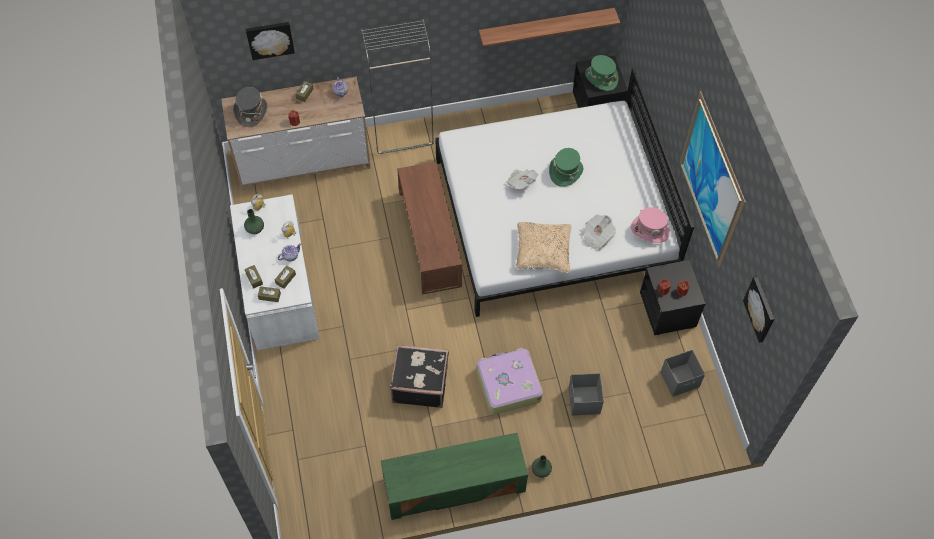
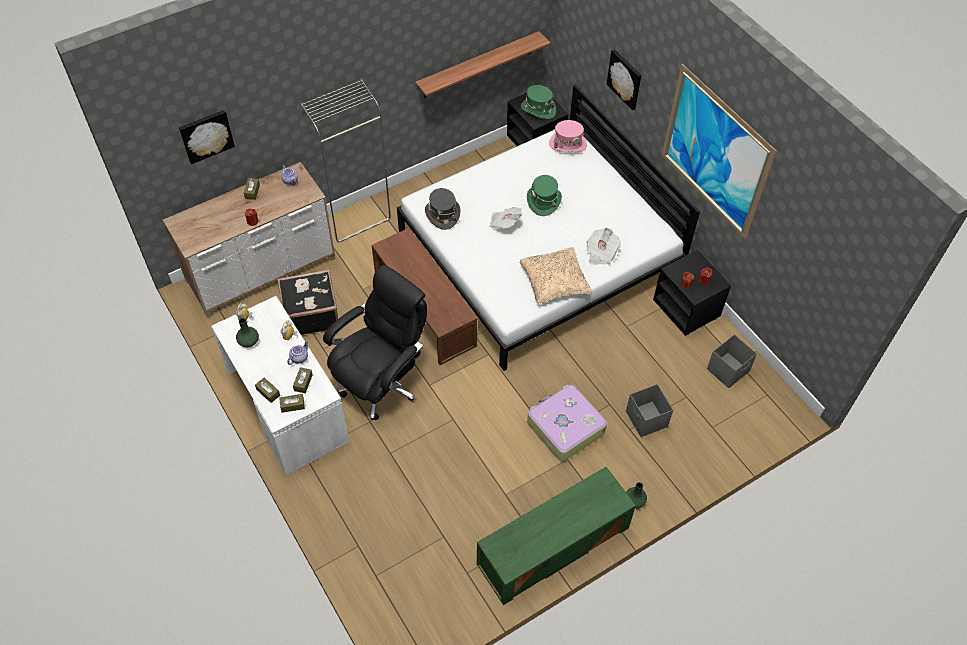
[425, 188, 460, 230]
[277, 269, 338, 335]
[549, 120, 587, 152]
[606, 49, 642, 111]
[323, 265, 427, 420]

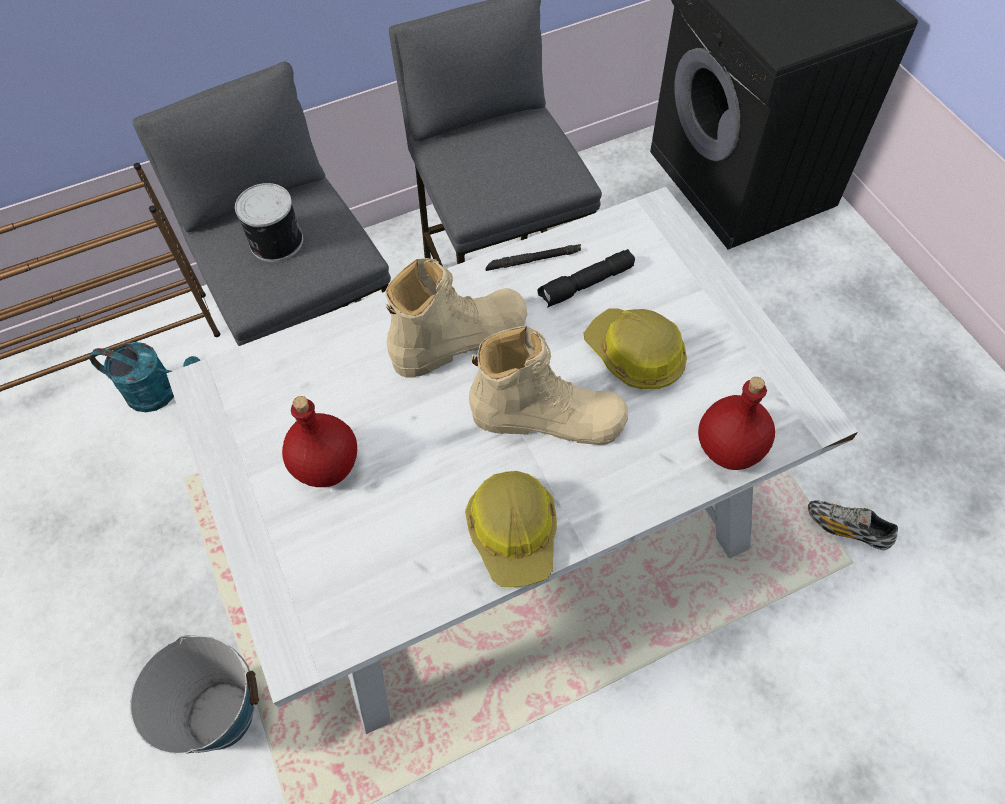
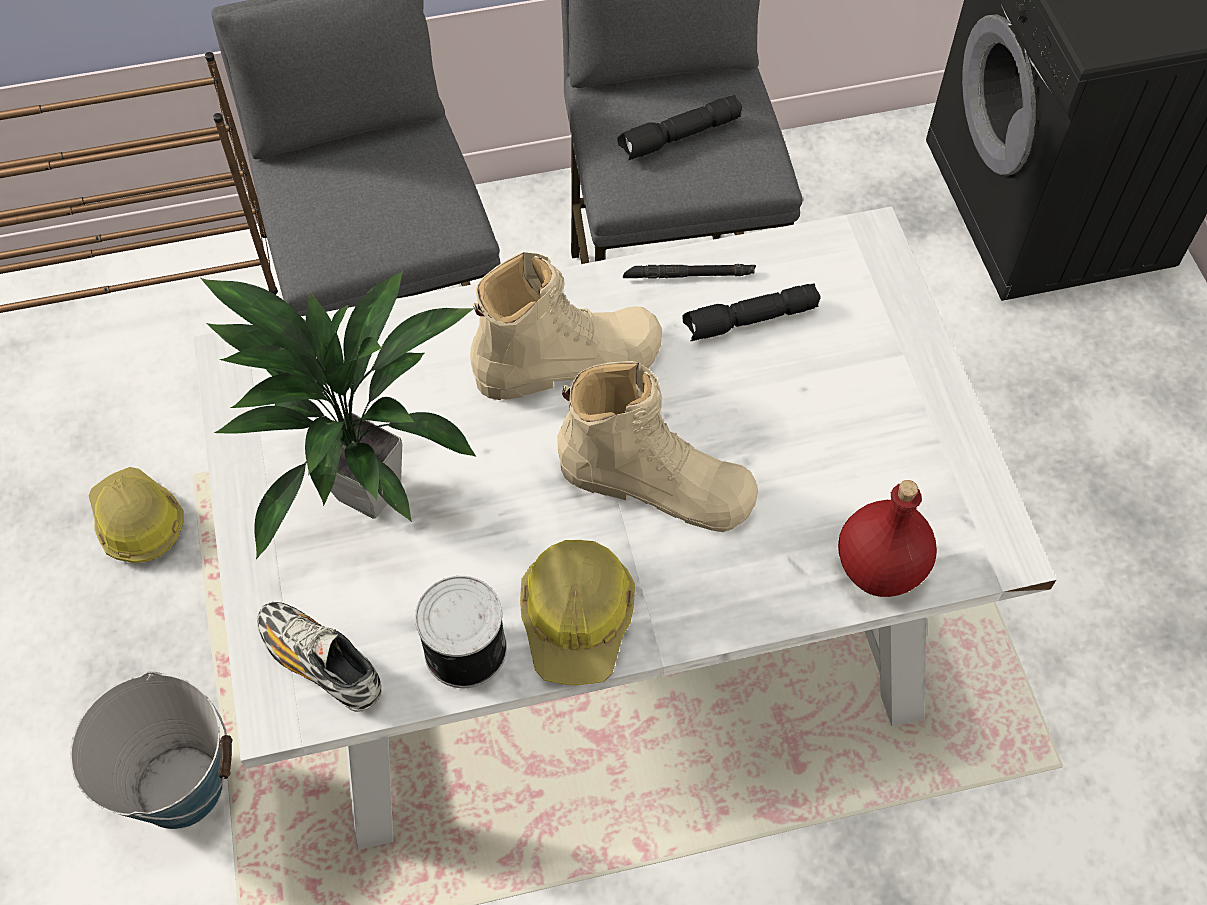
[90, 342, 201, 412] (first image)
[415, 576, 507, 688]
[201, 270, 476, 559]
[89, 467, 184, 563]
[257, 602, 382, 712]
[617, 95, 742, 160]

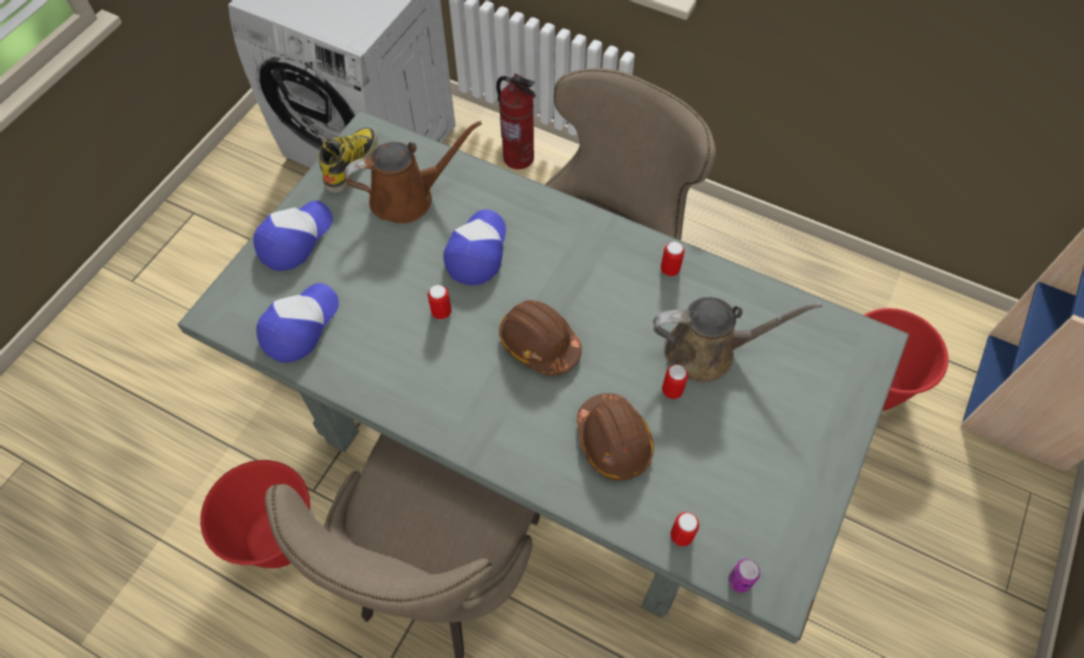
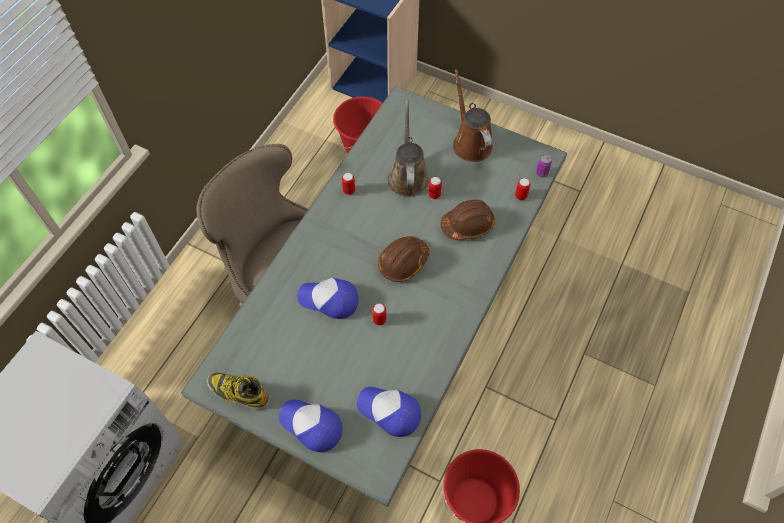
[265, 434, 540, 658] (first image)
[453, 69, 493, 162]
[496, 74, 536, 169] (first image)

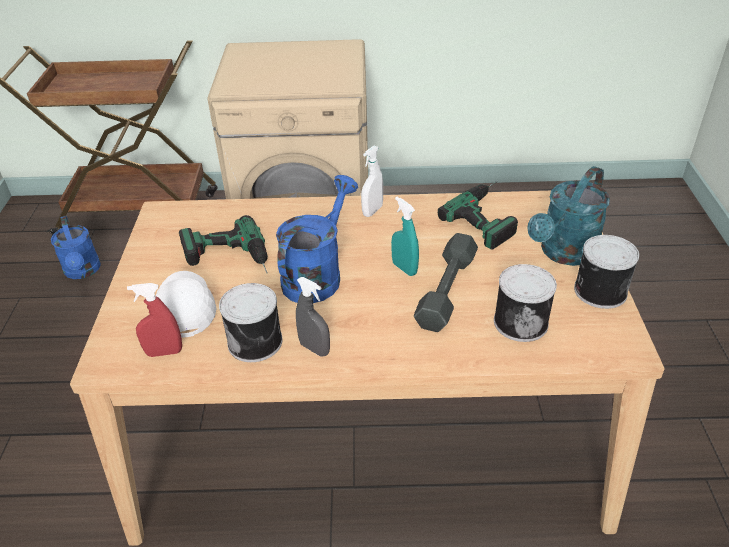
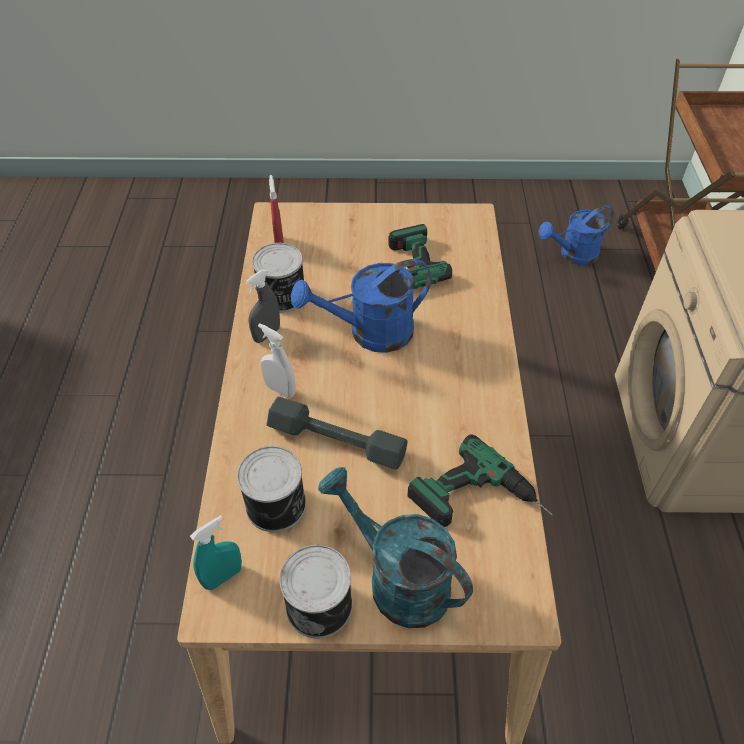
[155, 271, 217, 338] (first image)
[291, 259, 431, 353]
[258, 323, 296, 398]
[190, 515, 242, 590]

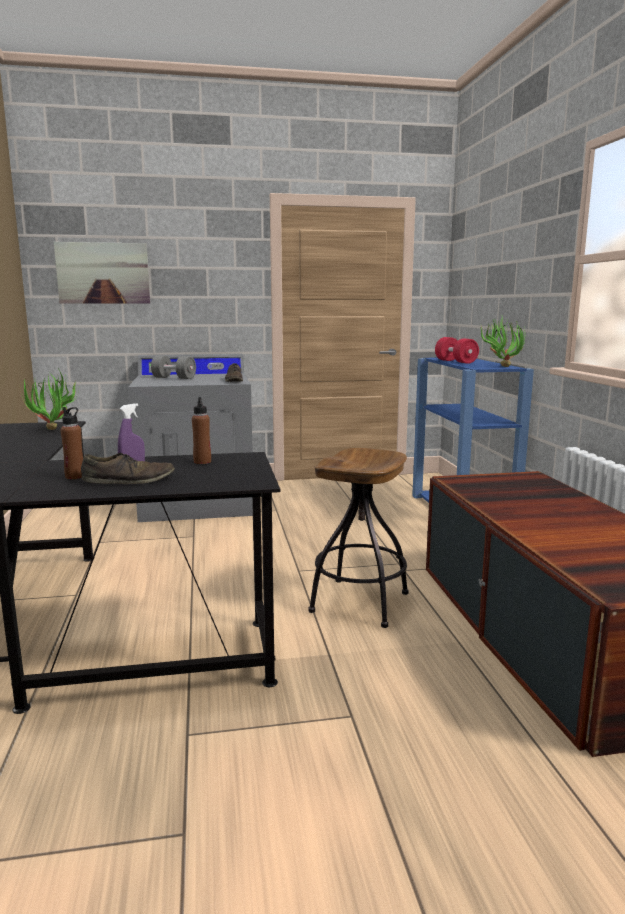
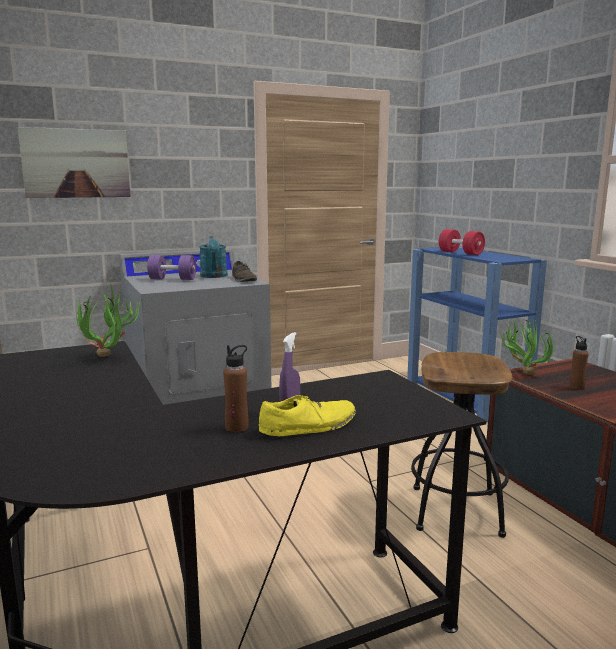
[259, 395, 356, 436]
[147, 255, 196, 280]
[569, 336, 588, 390]
[501, 320, 554, 375]
[199, 236, 228, 278]

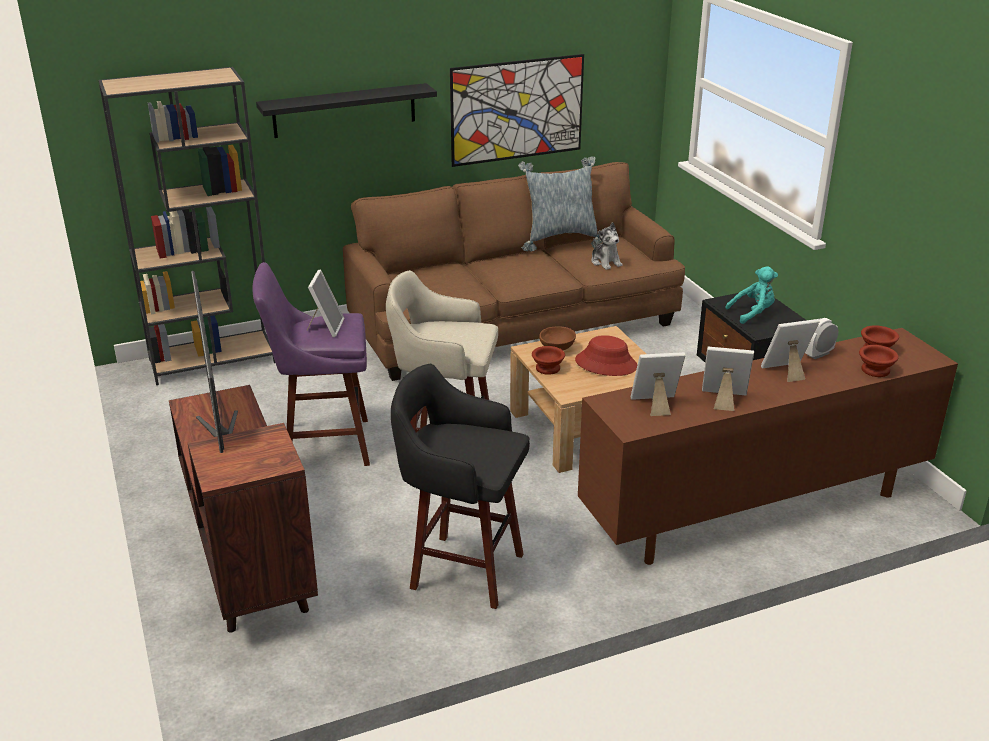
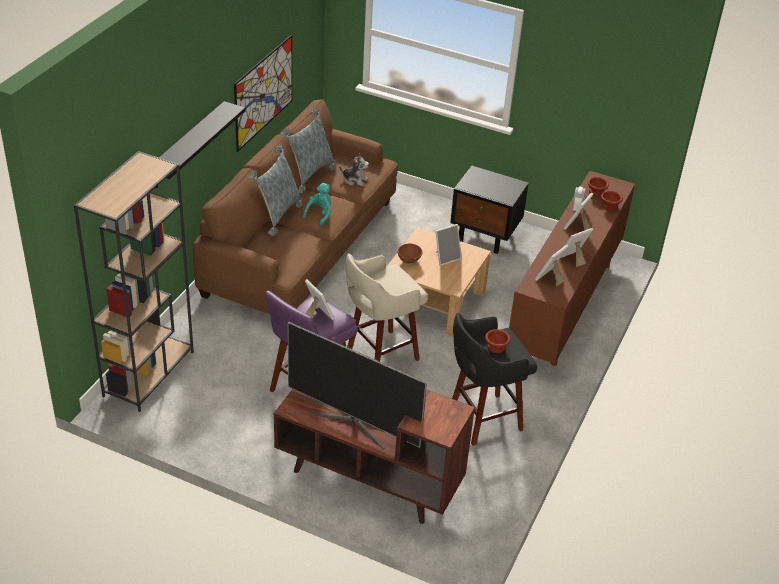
[485, 329, 511, 353]
[435, 224, 462, 266]
[303, 183, 331, 225]
[248, 144, 303, 236]

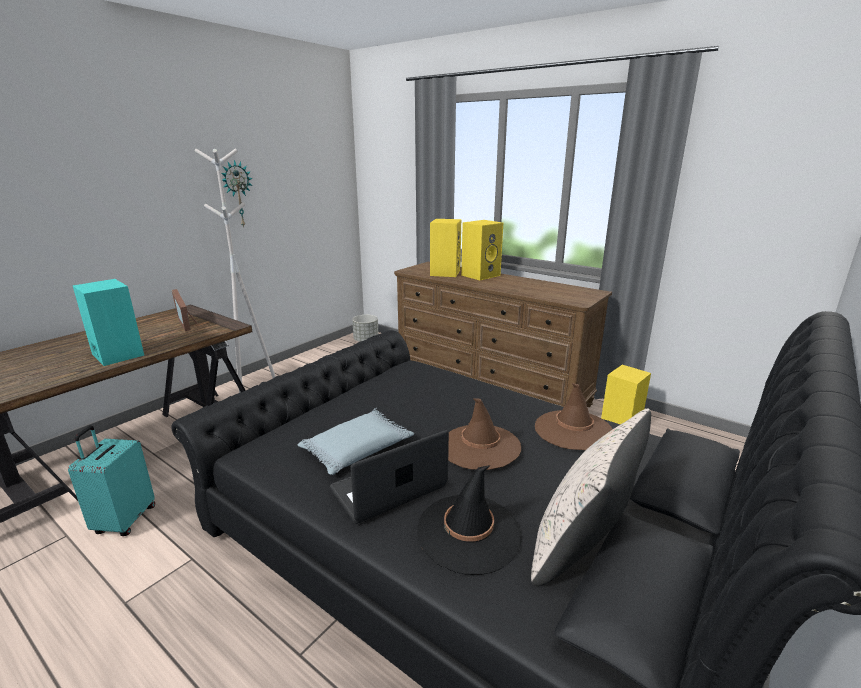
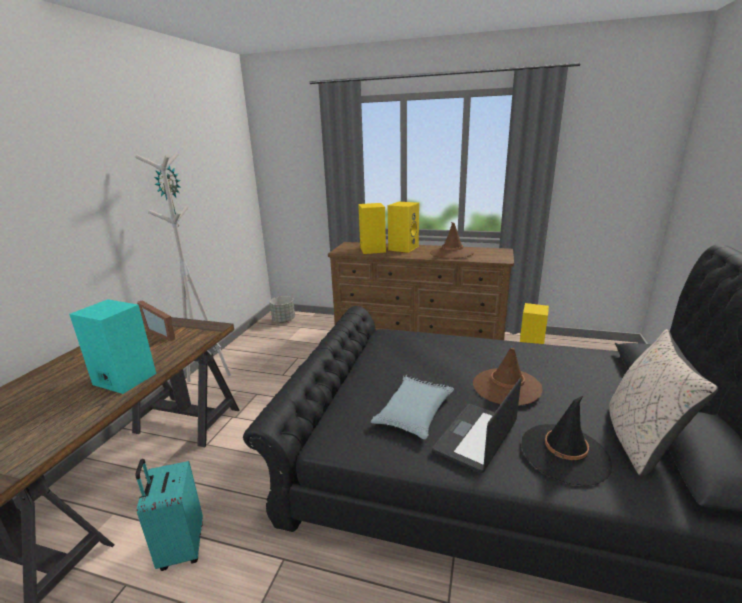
[430, 222, 475, 259]

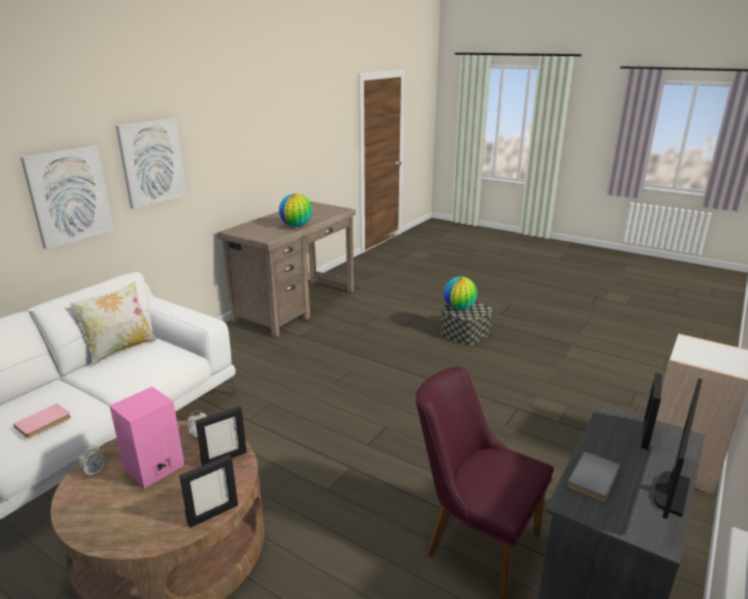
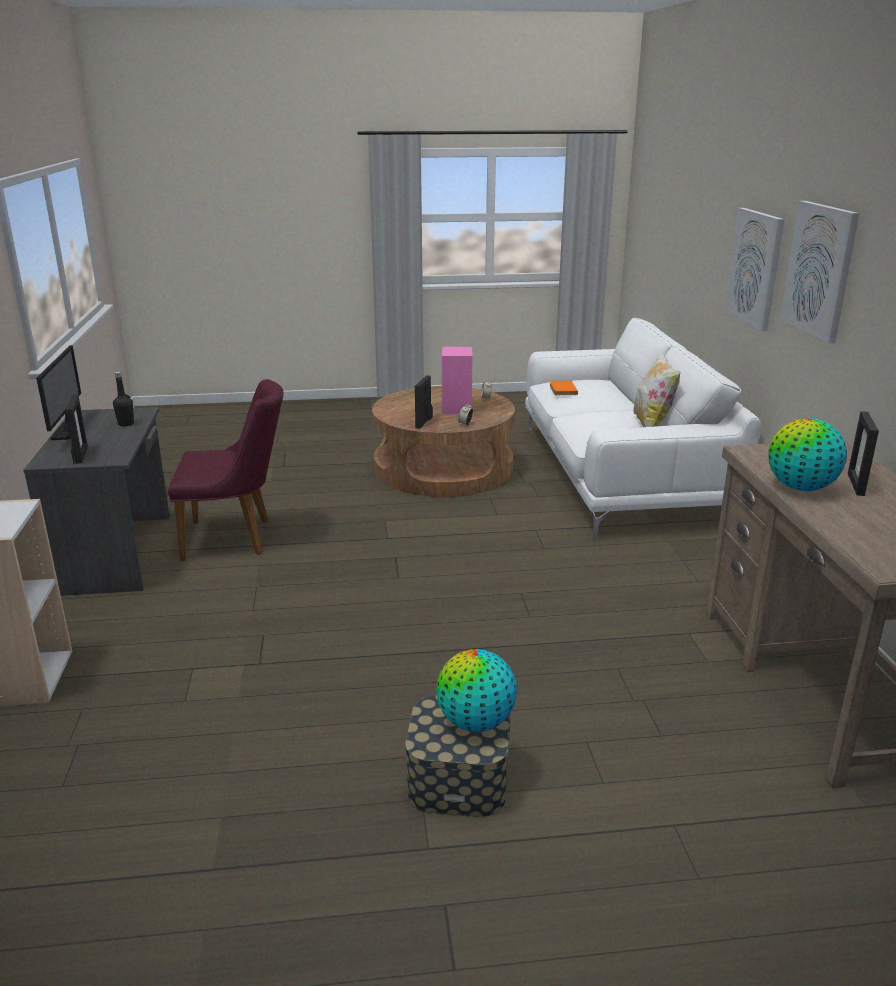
[550, 381, 578, 395]
[848, 411, 879, 496]
[113, 371, 134, 426]

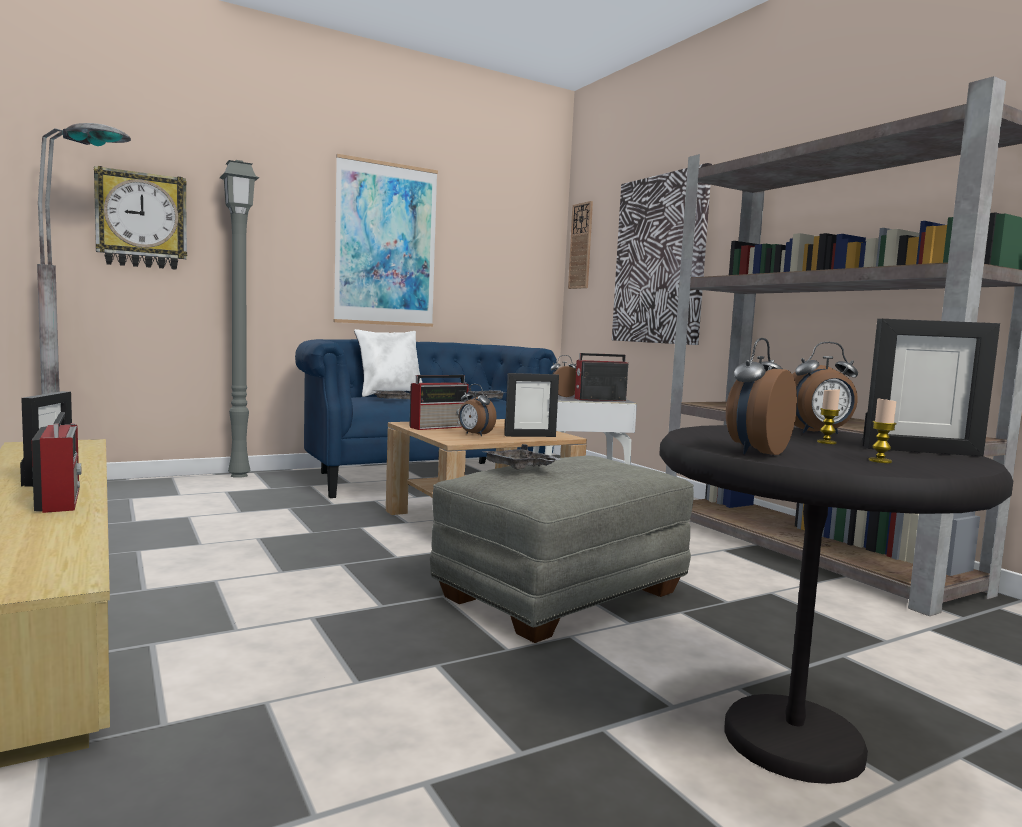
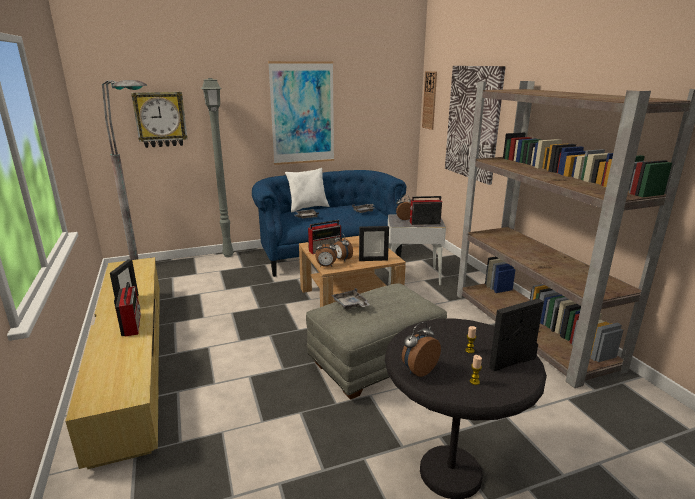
[315, 239, 337, 267]
[489, 298, 544, 371]

